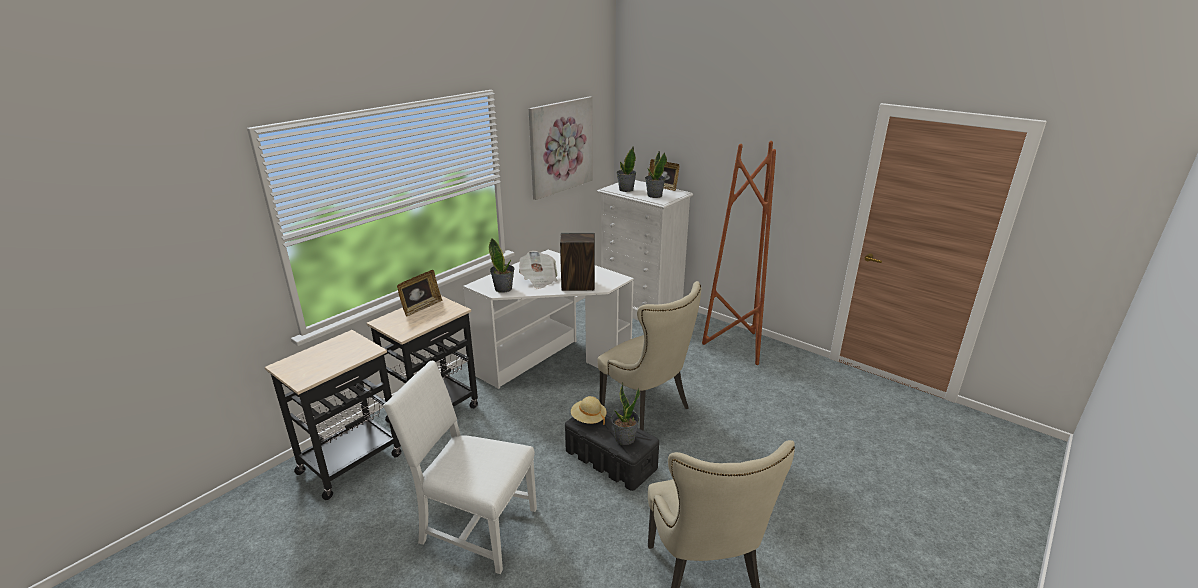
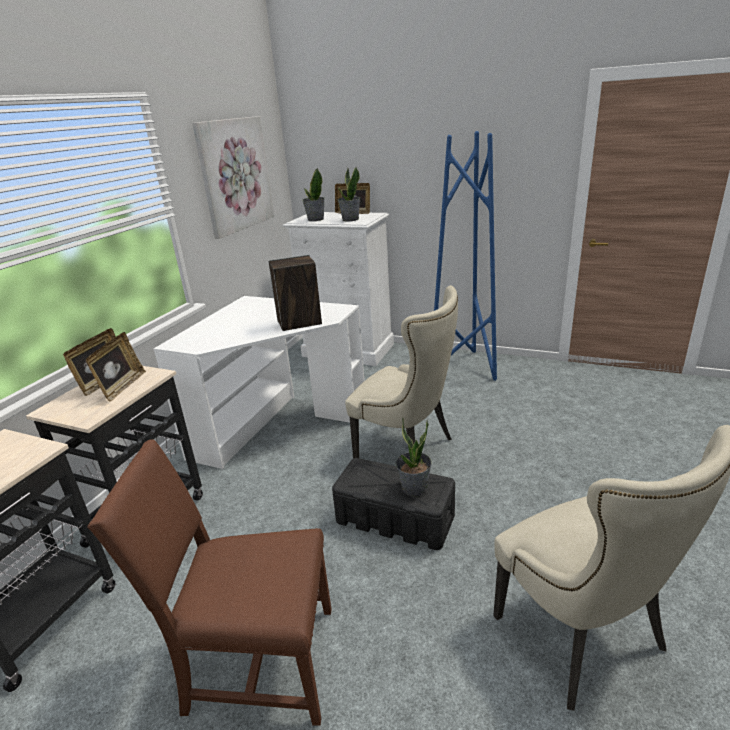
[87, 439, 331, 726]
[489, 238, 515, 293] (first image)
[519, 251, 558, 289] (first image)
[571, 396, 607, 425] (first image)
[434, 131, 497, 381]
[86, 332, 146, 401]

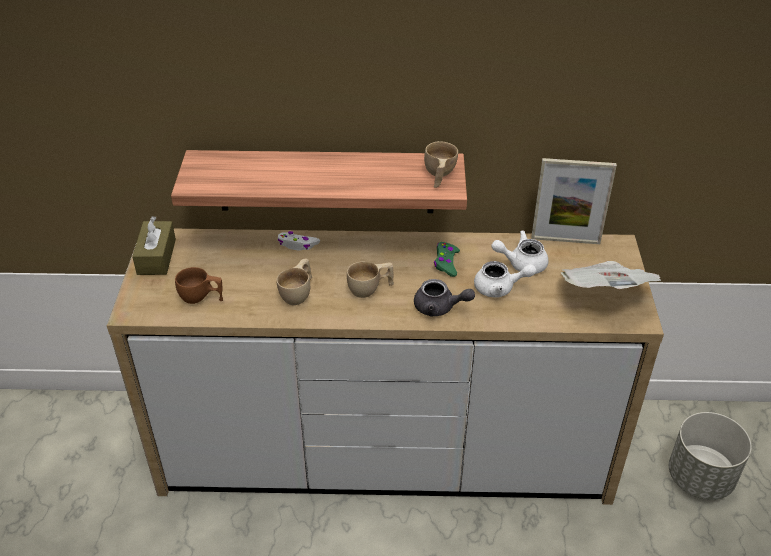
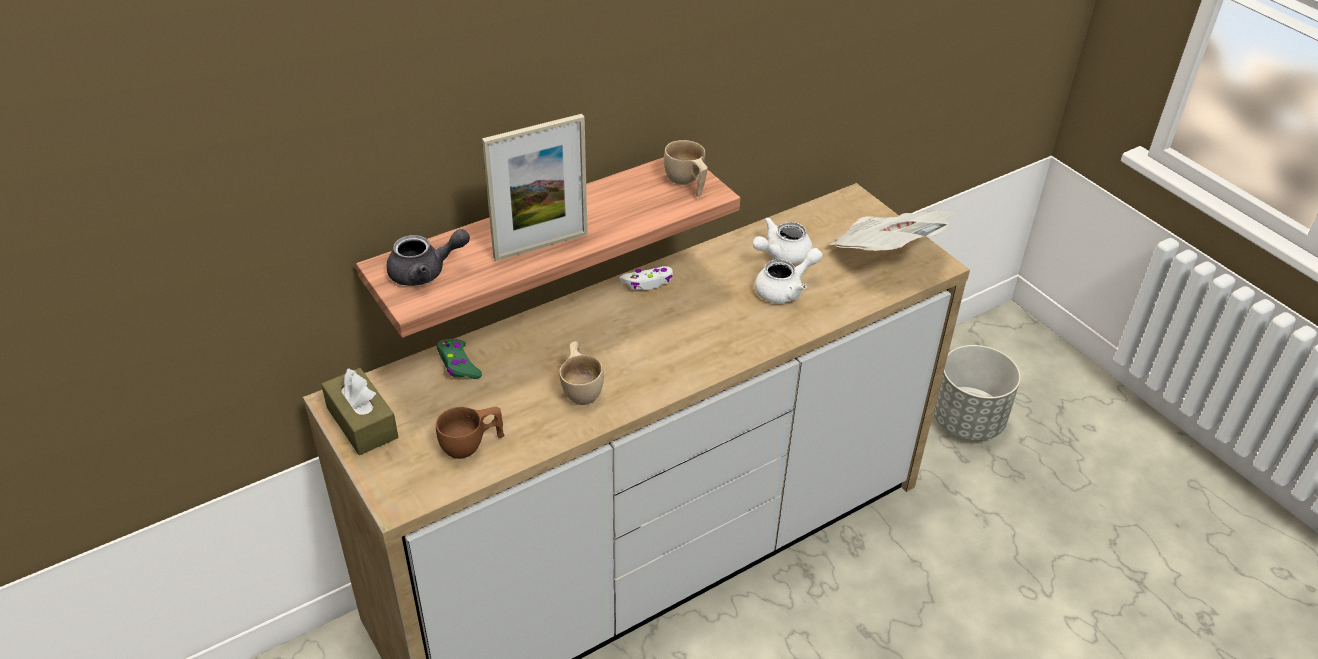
[619, 266, 673, 290]
[347, 261, 394, 298] (first image)
[386, 229, 470, 286]
[437, 339, 482, 379]
[482, 114, 588, 261]

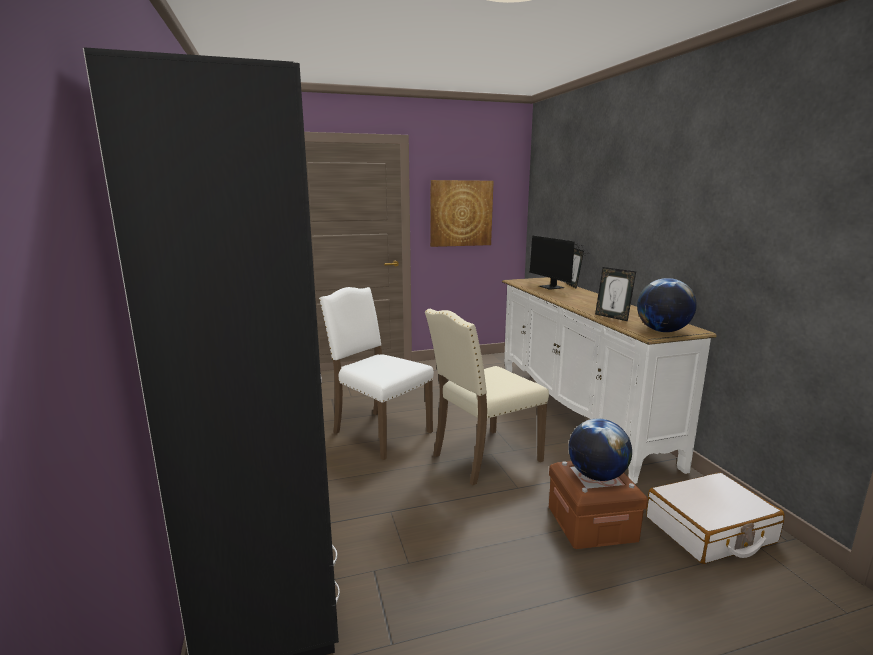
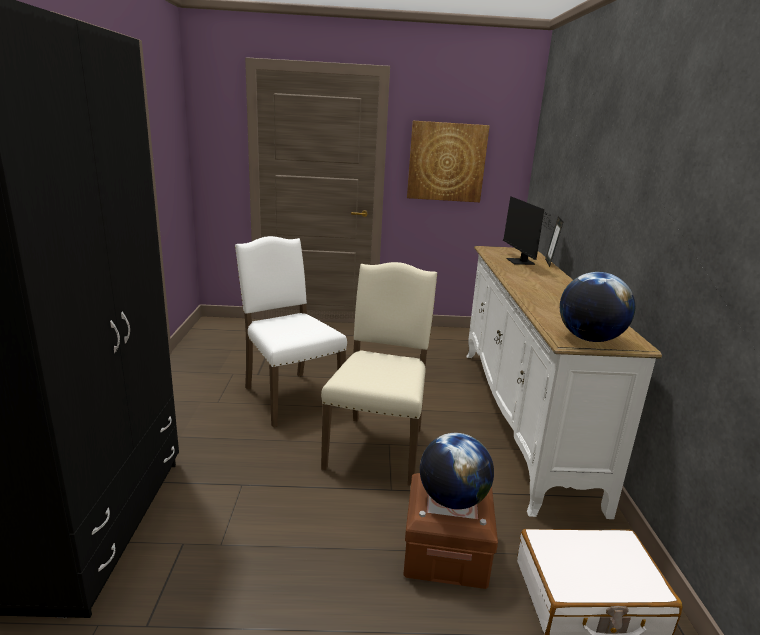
[321, 262, 437, 486]
[595, 267, 636, 321] (first image)

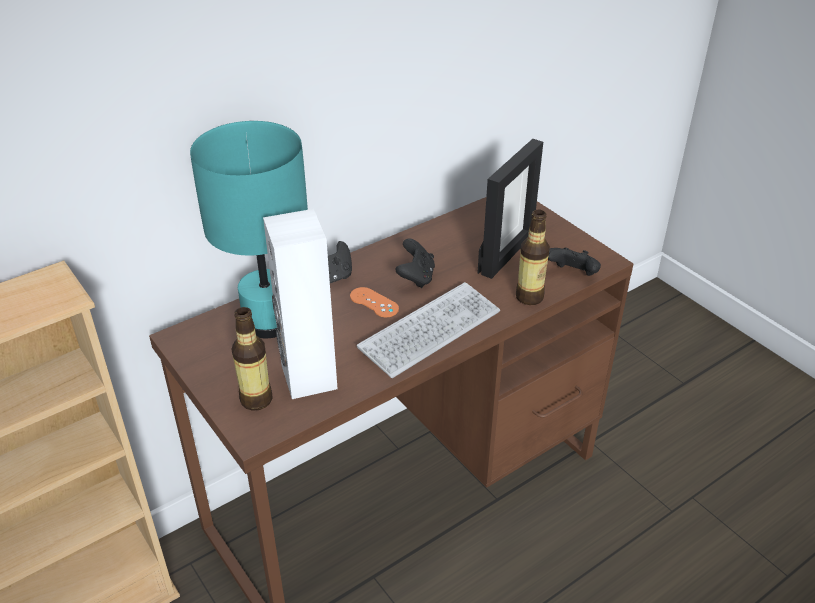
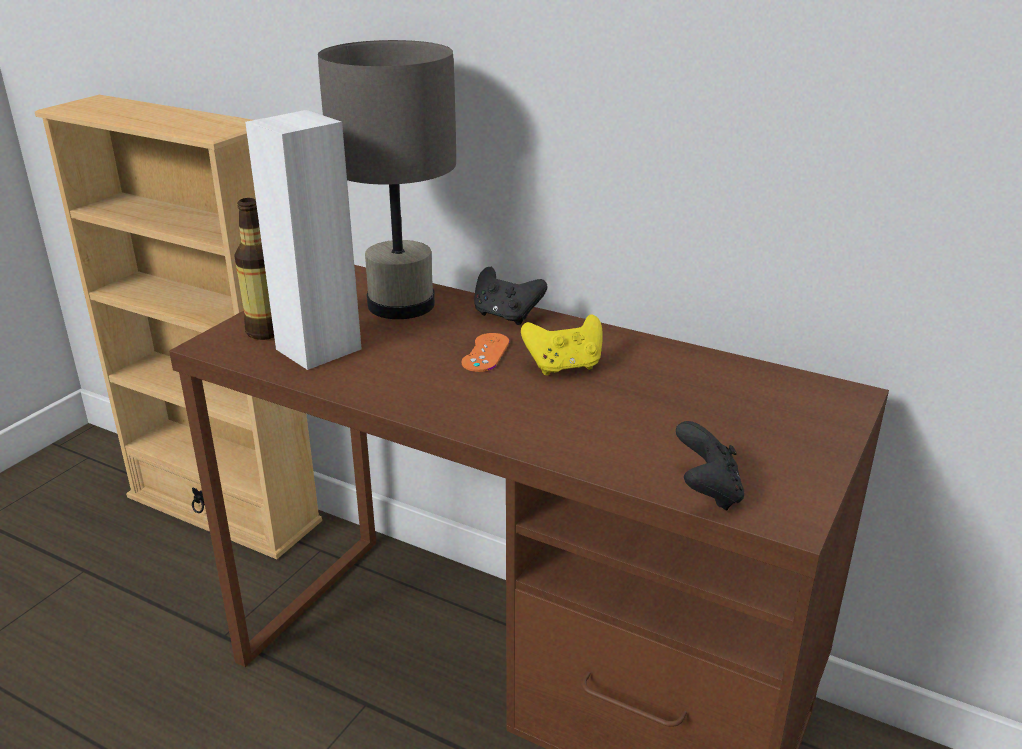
[318, 40, 456, 319]
[357, 282, 500, 378] (first image)
[521, 314, 603, 376]
[477, 139, 543, 279] (first image)
[516, 209, 550, 305] (first image)

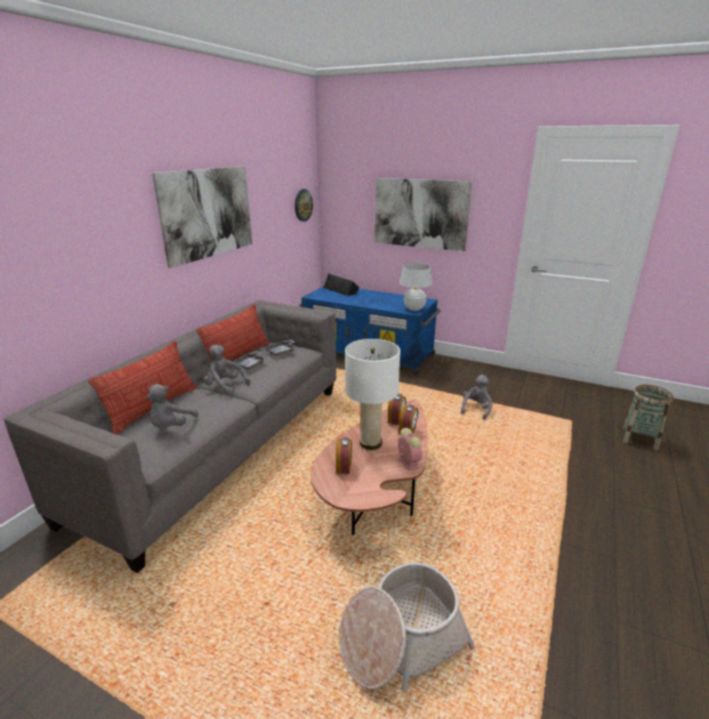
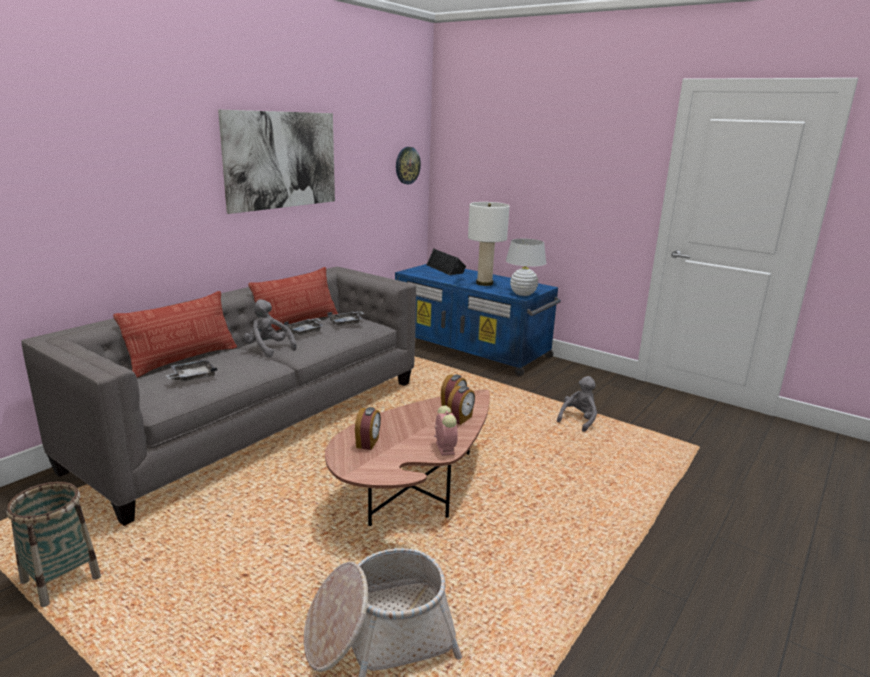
[166, 360, 217, 381]
[468, 202, 510, 286]
[374, 178, 472, 251] (first image)
[7, 482, 101, 607]

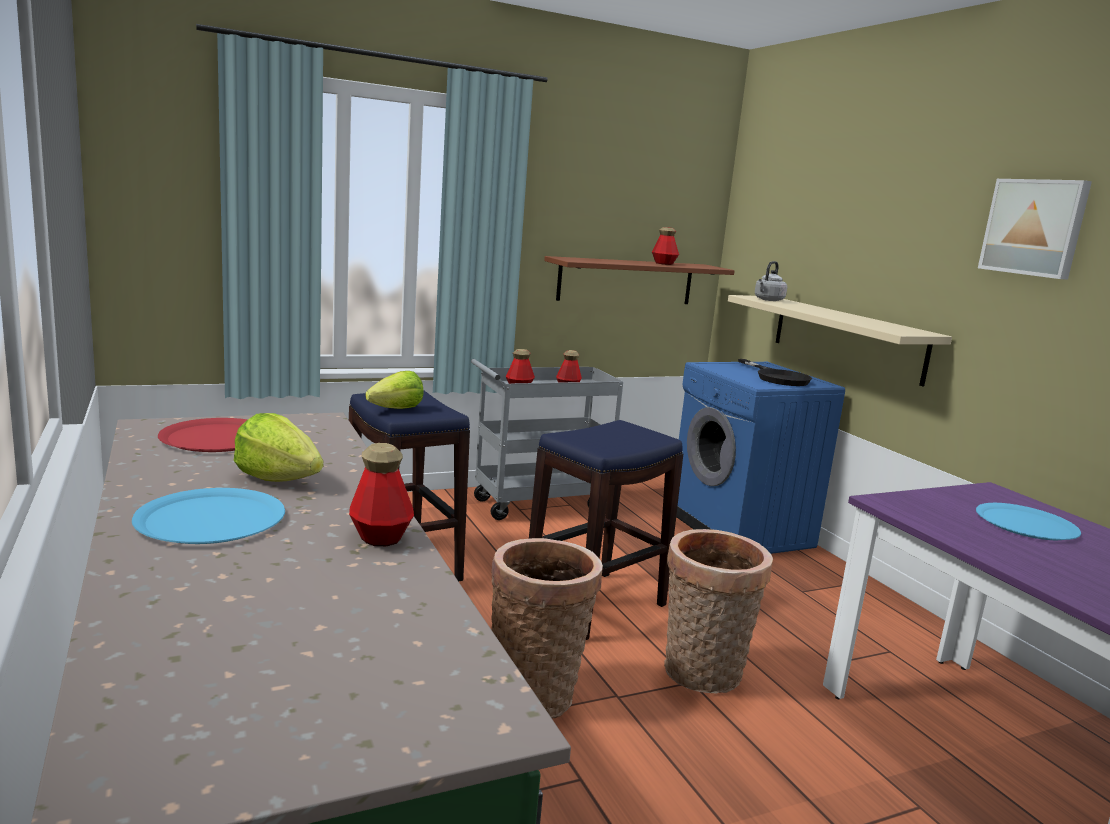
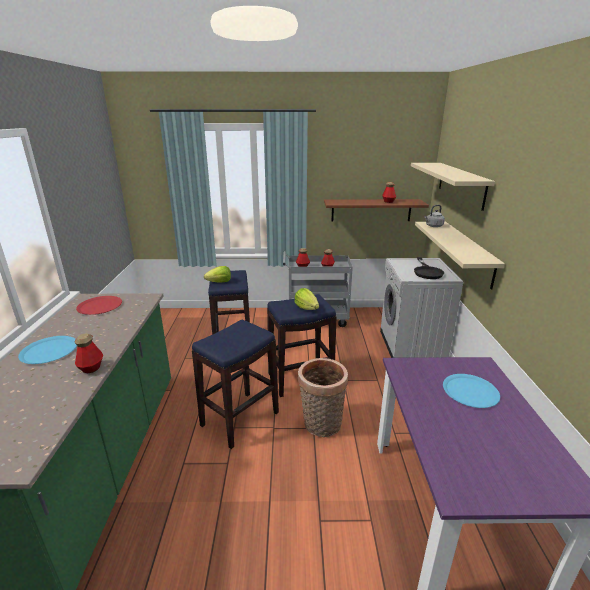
[294, 288, 319, 310]
[192, 319, 279, 449]
[380, 258, 463, 358]
[978, 179, 1092, 280] (first image)
[411, 163, 495, 211]

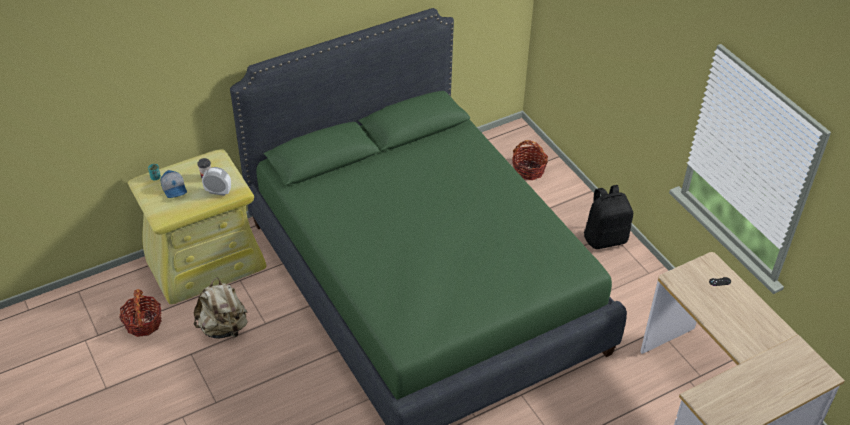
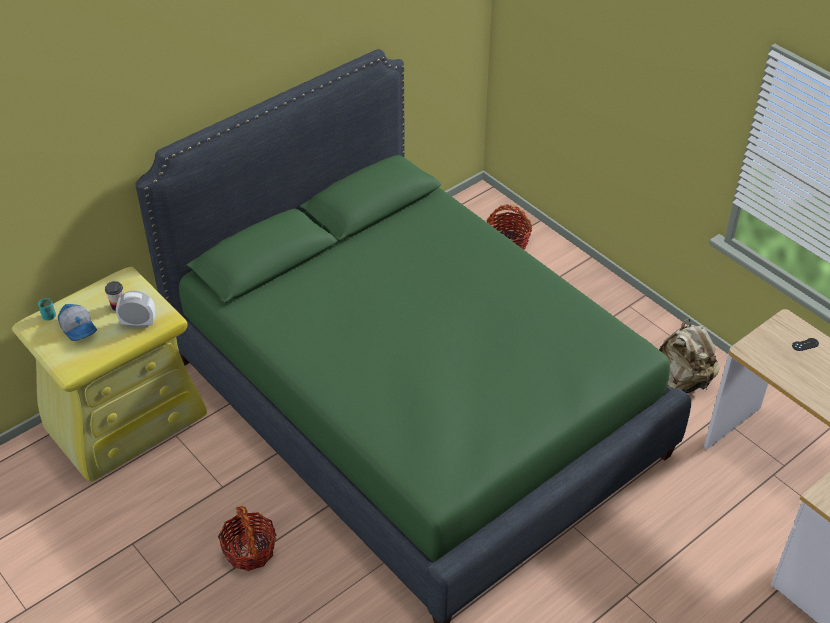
[218, 506, 276, 571]
[659, 318, 719, 393]
[584, 185, 633, 249] (first image)

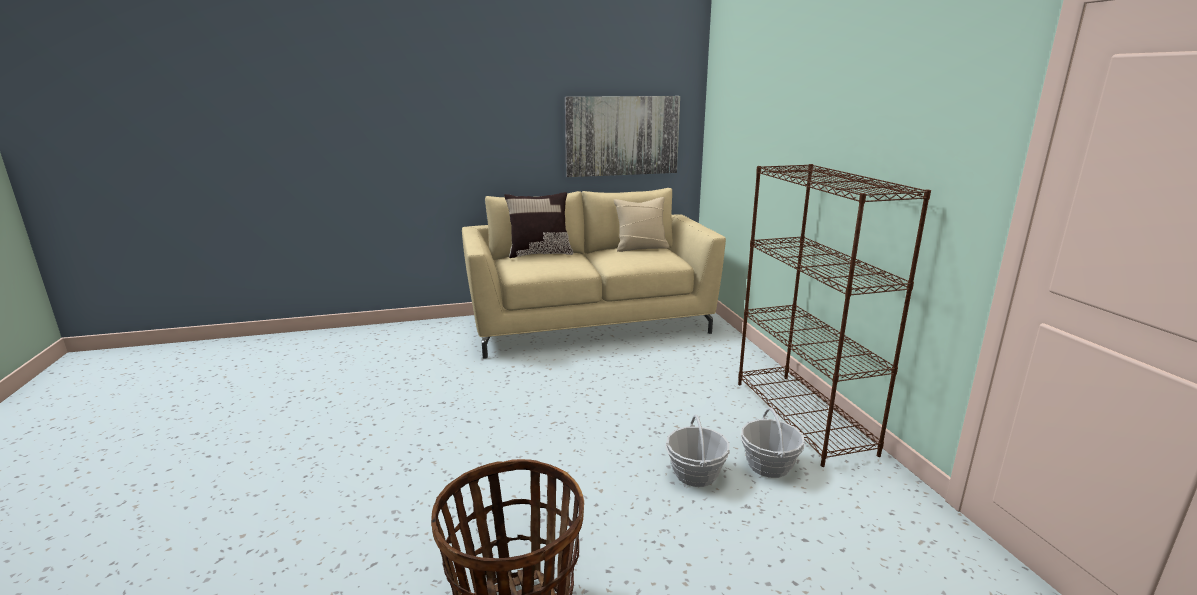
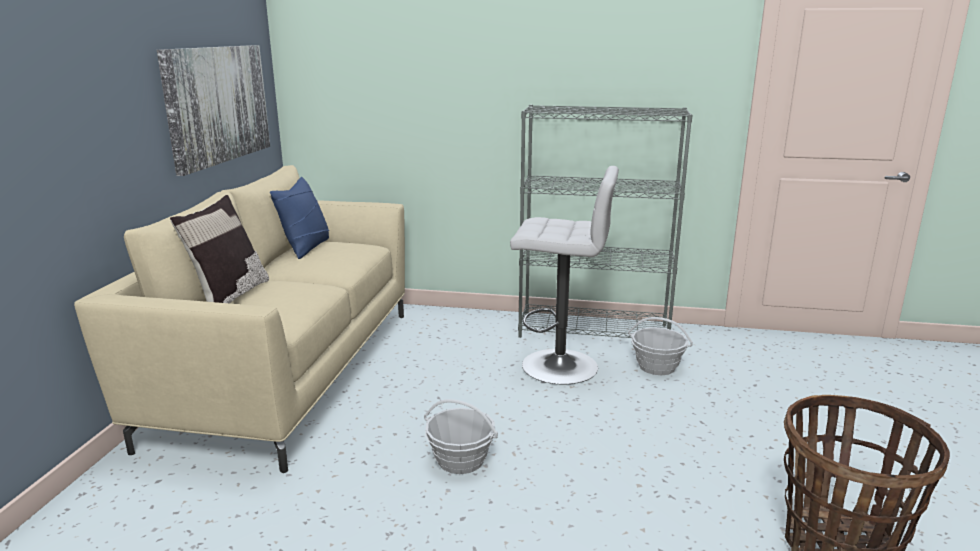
[270, 177, 329, 259]
[424, 399, 498, 474]
[518, 105, 692, 338]
[510, 166, 619, 384]

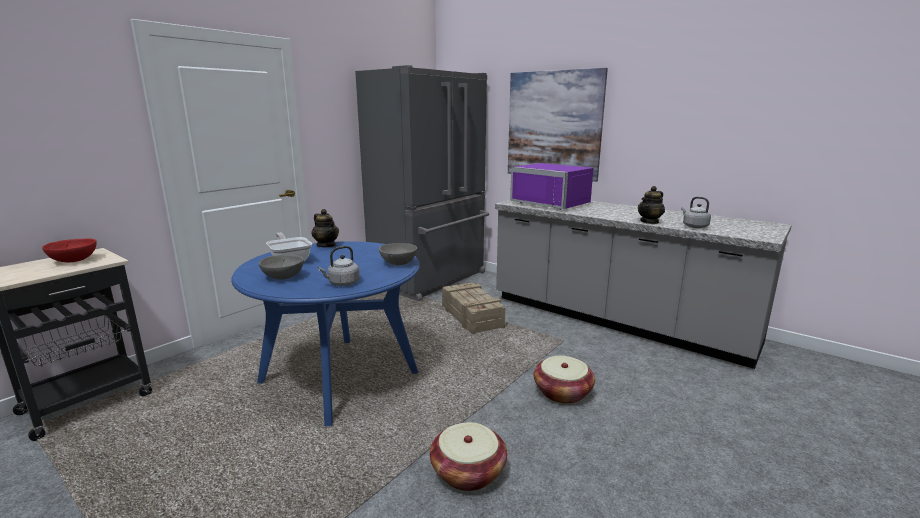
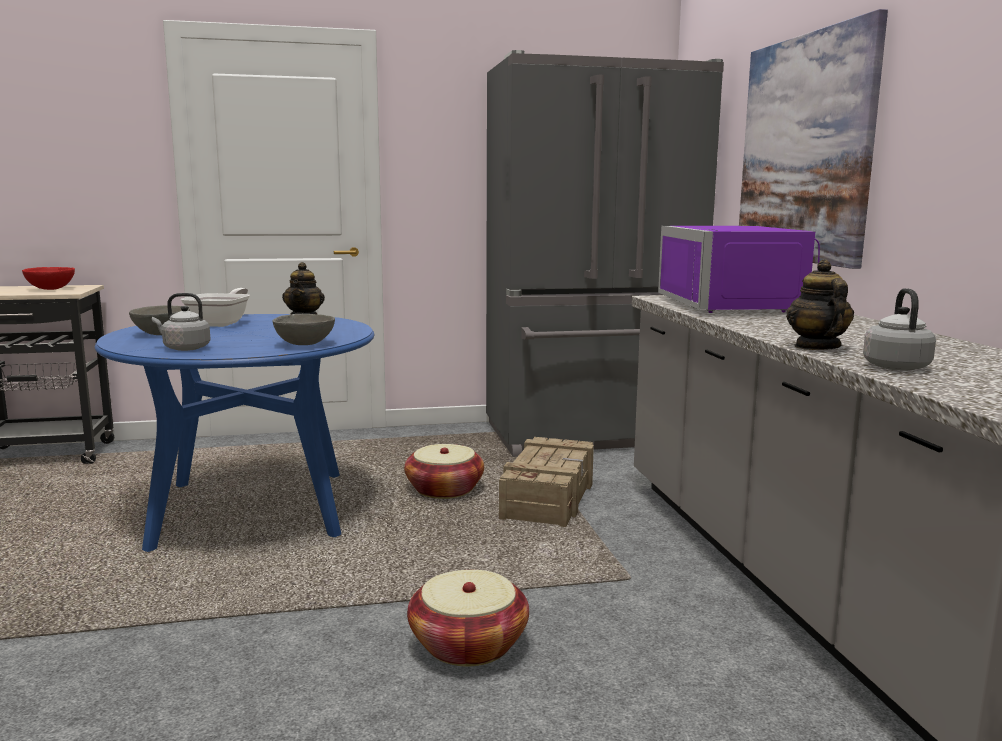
[404, 444, 484, 499]
[786, 259, 854, 350]

